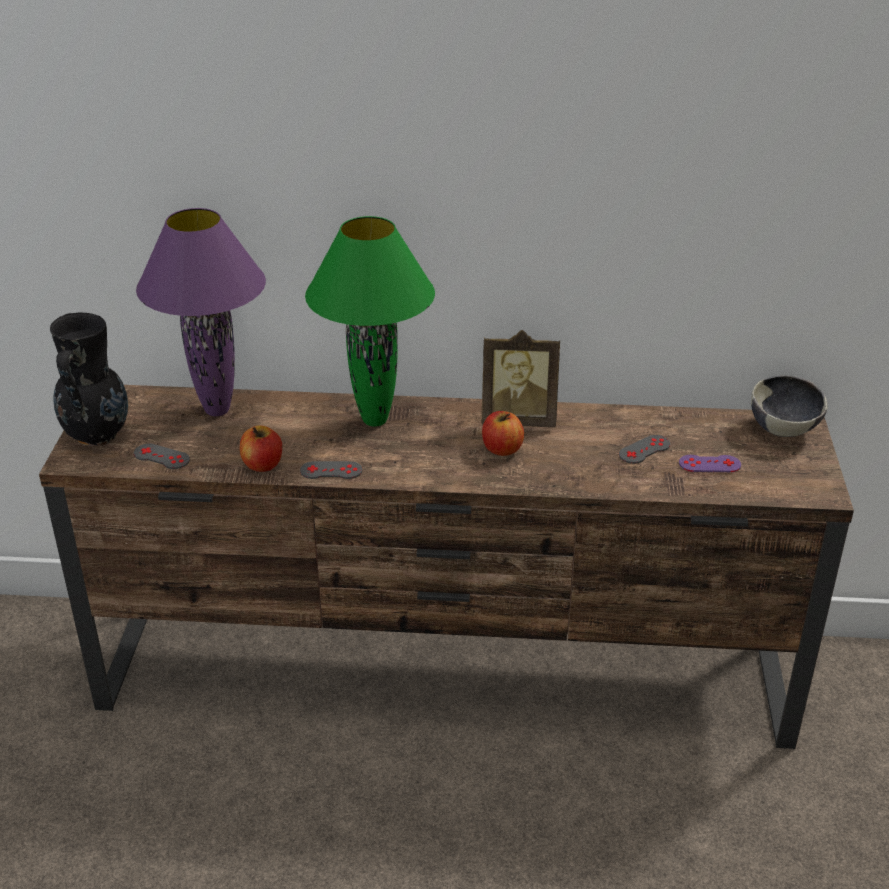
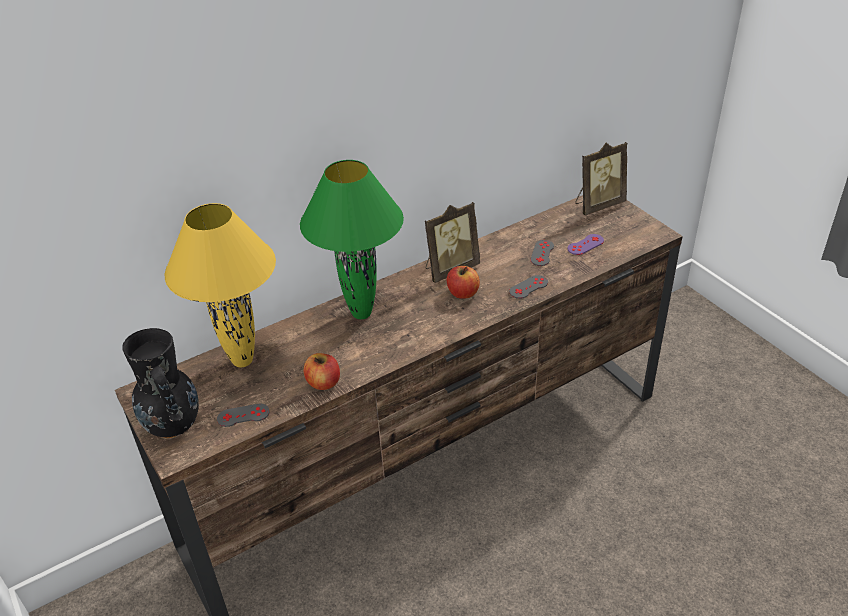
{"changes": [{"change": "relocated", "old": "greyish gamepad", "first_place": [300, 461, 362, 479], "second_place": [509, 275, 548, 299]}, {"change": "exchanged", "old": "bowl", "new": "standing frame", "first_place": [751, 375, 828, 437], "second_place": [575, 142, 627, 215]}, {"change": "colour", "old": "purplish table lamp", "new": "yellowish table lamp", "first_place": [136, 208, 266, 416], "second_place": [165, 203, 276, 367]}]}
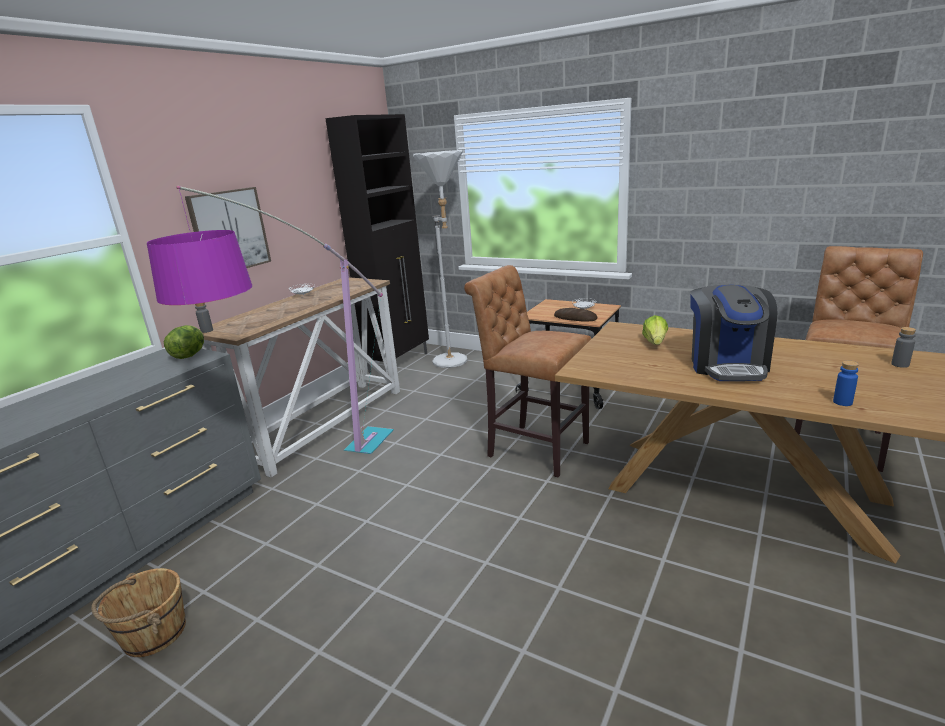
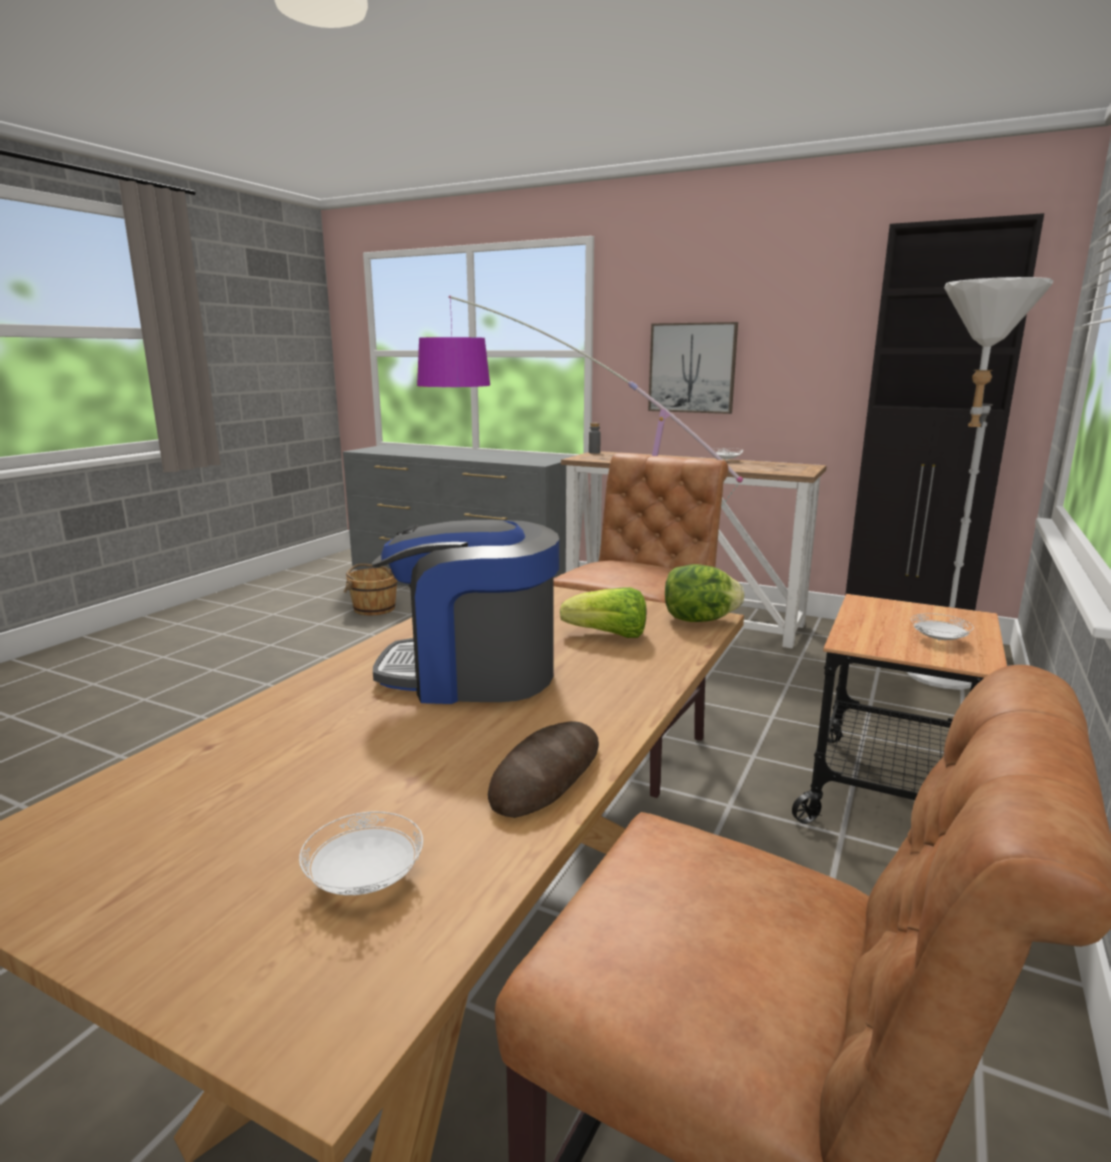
{"changes": [{"change": "missing", "old": "blue-coloured bottle", "first_place": [833, 361, 859, 406]}, {"change": "relocated", "old": "head of lettuce", "first_place": [164, 325, 204, 359], "second_place": [665, 564, 744, 622]}, {"change": "relocated", "old": "bread", "first_place": [554, 308, 598, 322], "second_place": [488, 721, 599, 818]}, {"change": "exchanged", "old": "greyish bottle", "new": "whitish plate", "first_place": [891, 327, 916, 368], "second_place": [299, 812, 423, 895]}]}
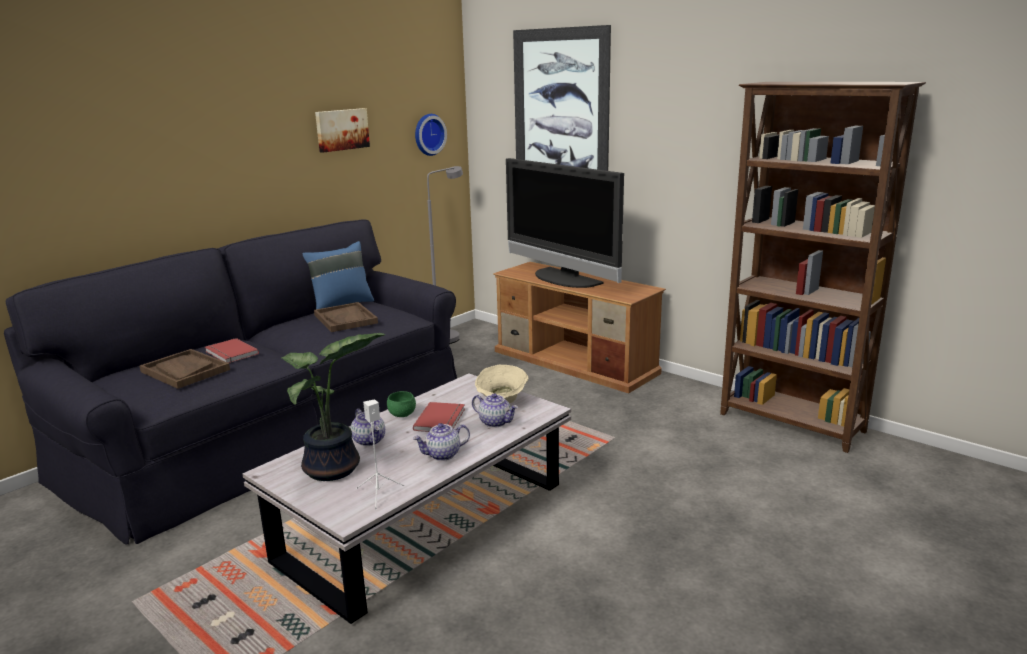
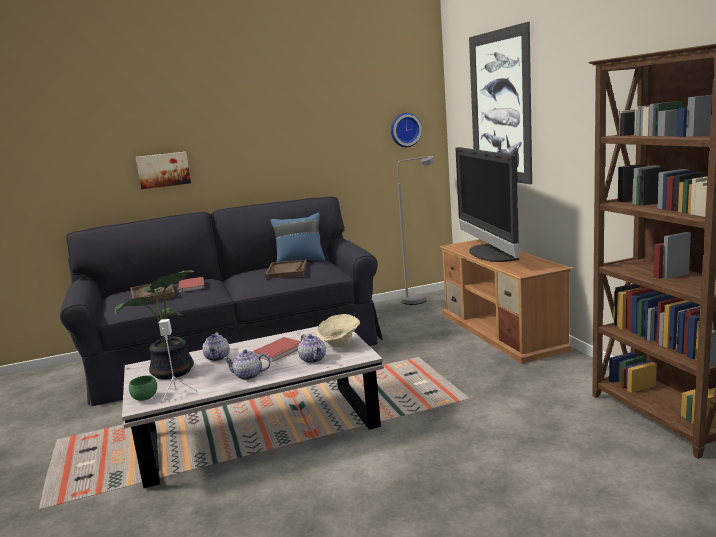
{"changes": [{"change": "relocated", "old": "picture", "first_place": [315, 108, 370, 153], "second_place": [136, 152, 191, 189]}, {"change": "relocated", "old": "greenish bowl", "first_place": [387, 391, 416, 417], "second_place": [129, 375, 157, 401]}]}
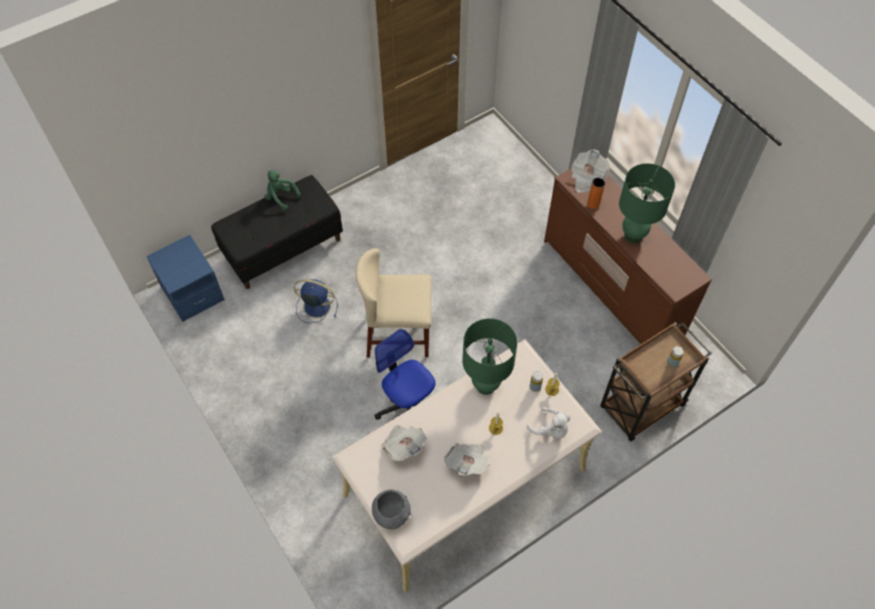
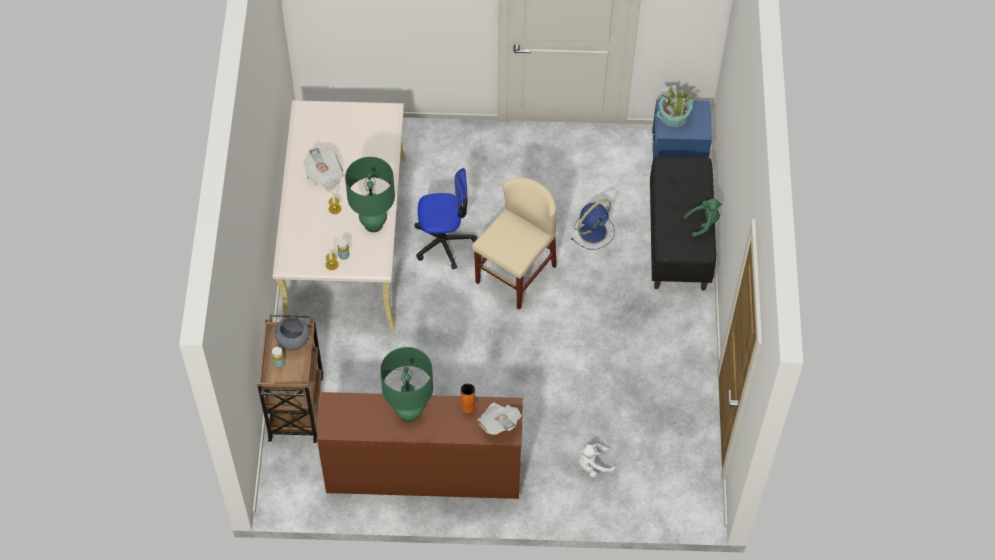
{"changes": [{"change": "missing", "old": "printed paper", "first_place": [381, 425, 427, 461]}, {"change": "appeared", "new": "houseplant", "second_place": [657, 85, 697, 127]}, {"change": "relocated", "old": "greyish bowl", "first_place": [372, 490, 411, 529], "second_place": [273, 317, 310, 350]}, {"change": "relocated", "old": "whitish soft toy", "first_place": [527, 407, 570, 439], "second_place": [579, 444, 615, 478]}]}
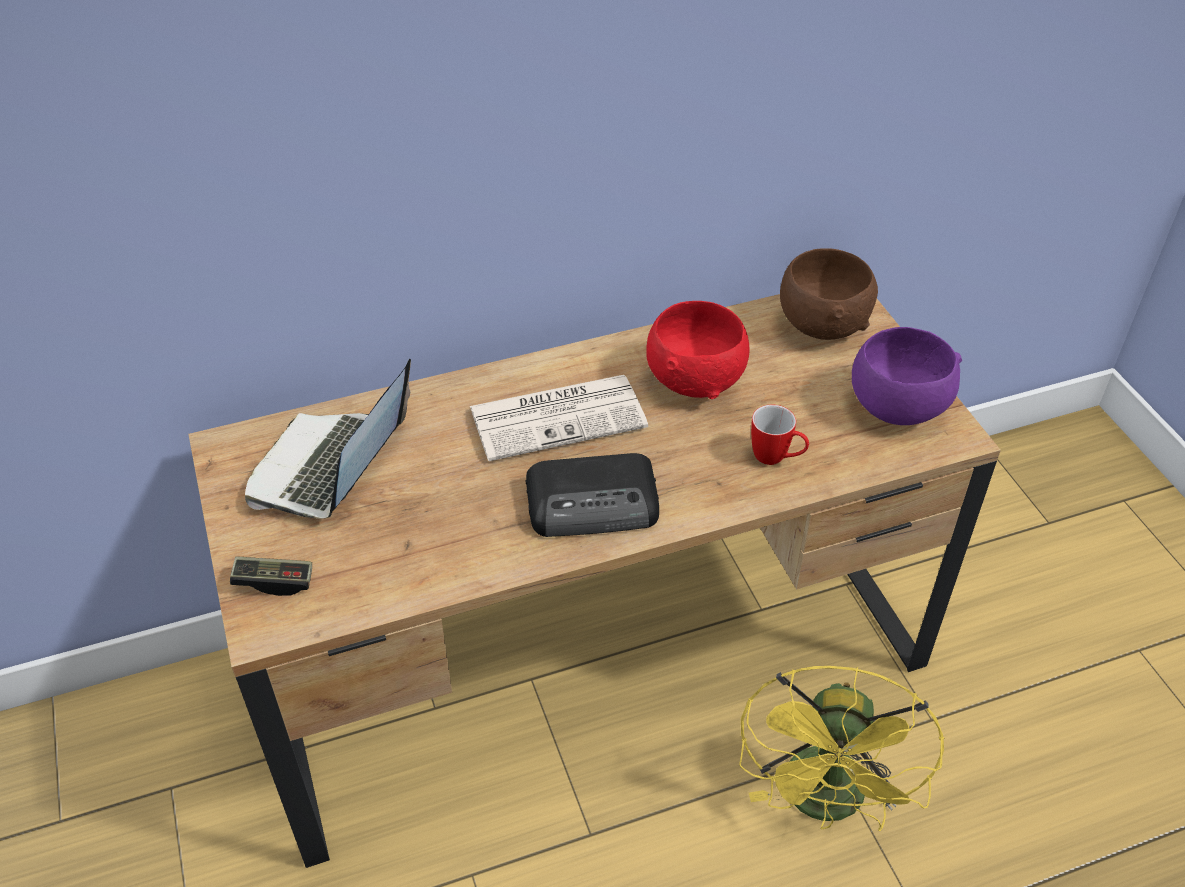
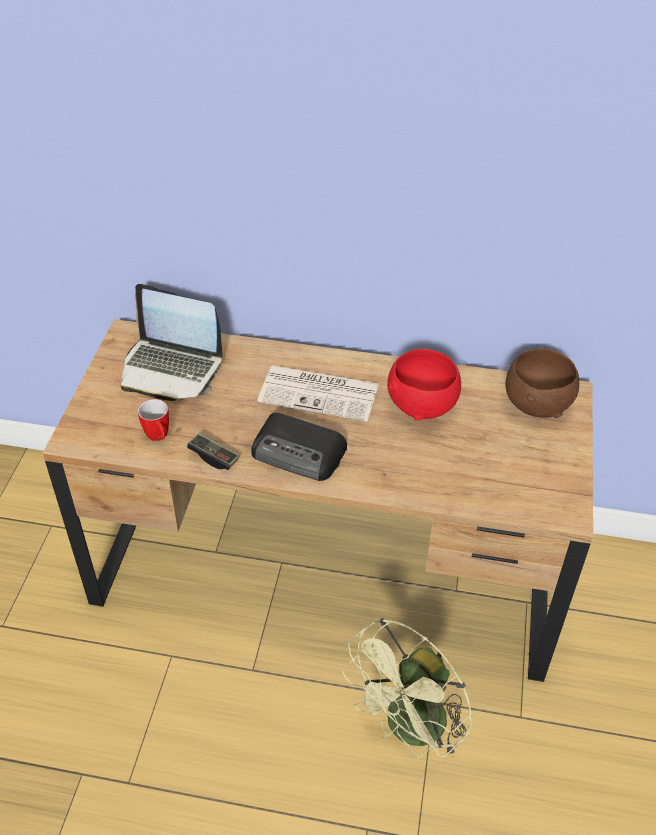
{"changes": [{"change": "missing", "old": "purplish bowl", "first_place": [852, 327, 962, 425]}, {"change": "relocated", "old": "gamepad", "first_place": [230, 556, 312, 596], "second_place": [187, 433, 240, 470]}, {"change": "relocated", "old": "mug", "first_place": [751, 405, 809, 465], "second_place": [138, 399, 169, 441]}, {"change": "colour", "old": "yellowish electric fan", "new": "greenish electric fan", "first_place": [739, 666, 944, 831], "second_place": [342, 618, 472, 759]}, {"change": "spun", "old": "notebook computer", "first_place": [245, 359, 411, 519], "second_place": [121, 284, 223, 401], "degrees": -120}]}
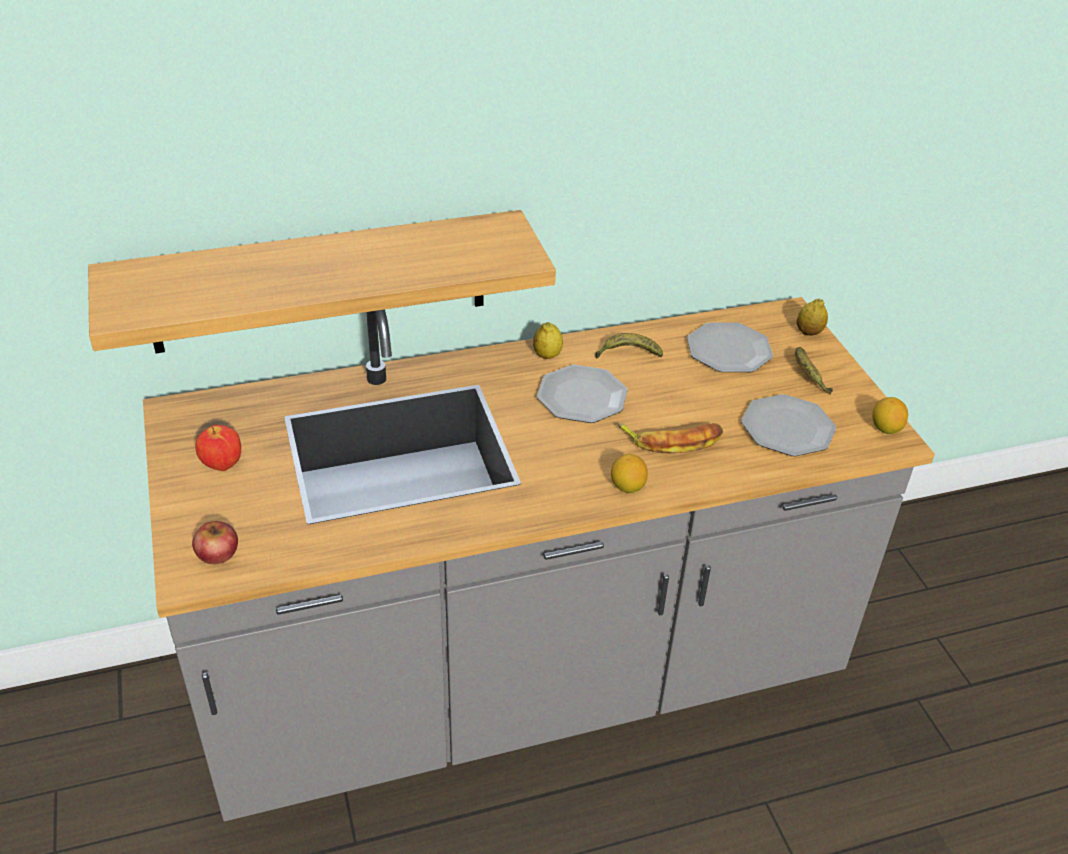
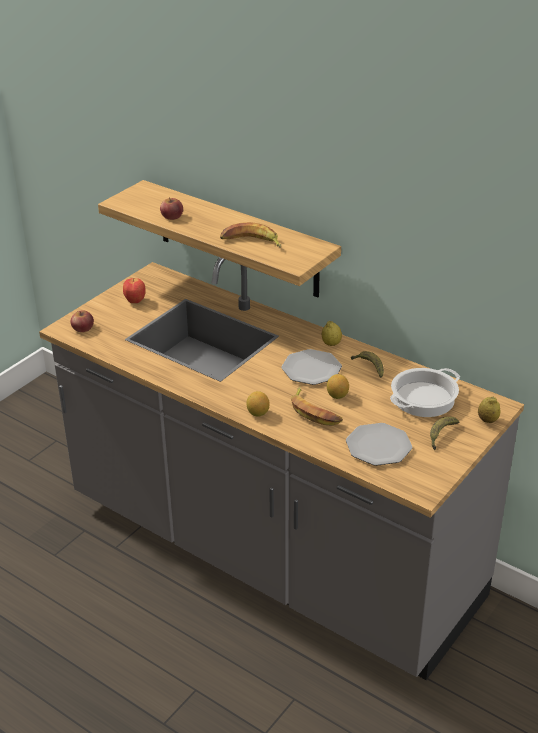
{"changes": [{"change": "appeared", "new": "whole apple", "second_place": [160, 198, 183, 220]}, {"change": "appeared", "new": "banana fruit", "second_place": [220, 222, 281, 248]}, {"change": "relocated", "old": "whole lemon", "first_place": [872, 397, 908, 434], "second_place": [327, 374, 349, 399]}, {"change": "exchanged", "old": "plate", "new": "cooking pot", "first_place": [687, 322, 773, 372], "second_place": [390, 368, 460, 417]}]}
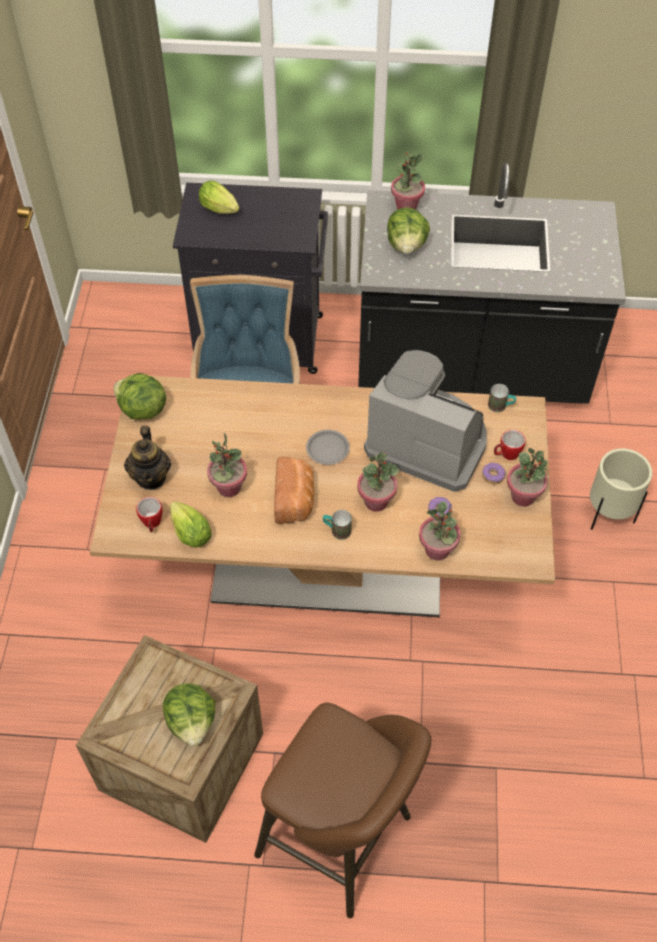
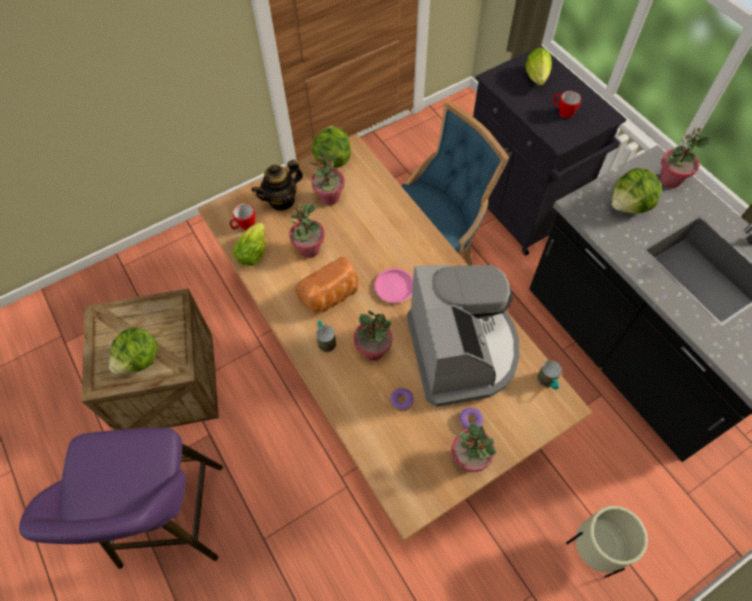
{"changes": [{"change": "relocated", "old": "houseplant", "first_place": [419, 501, 461, 561], "second_place": [310, 149, 345, 205]}, {"change": "relocated", "old": "mug", "first_place": [494, 430, 526, 460], "second_place": [553, 91, 581, 118]}, {"change": "colour", "old": "brown sitting stool", "new": "purplish sitting stool", "first_place": [254, 702, 431, 918], "second_place": [19, 427, 223, 569]}, {"change": "colour", "old": "greyish plate", "new": "pink plate", "first_place": [306, 430, 350, 465], "second_place": [374, 268, 413, 303]}]}
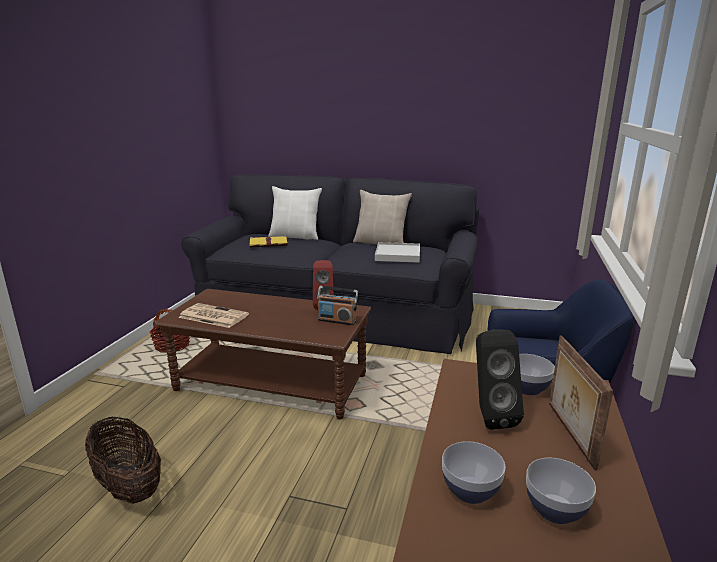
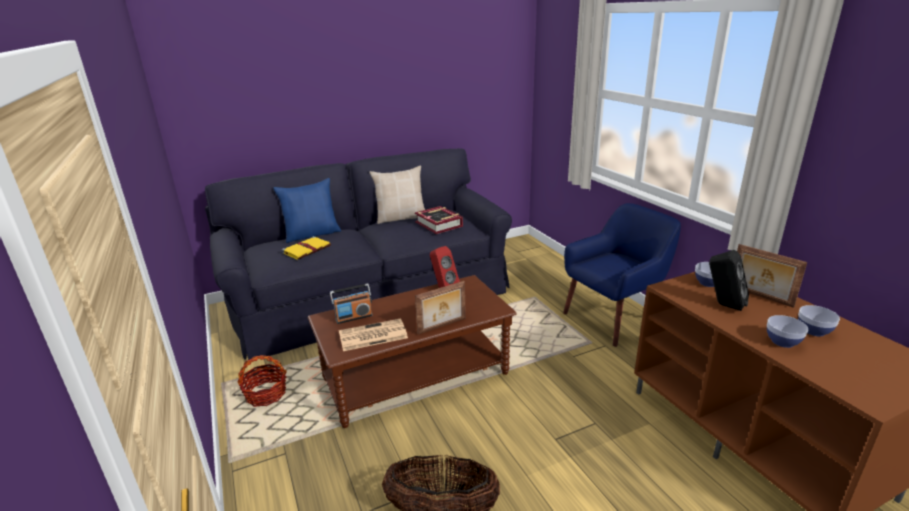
{"changes": [{"change": "appeared", "new": "standing frame", "second_place": [415, 281, 466, 335]}, {"change": "relocated", "old": "radio", "first_place": [317, 286, 358, 325], "second_place": [330, 283, 373, 324]}, {"change": "exchanged", "old": "whitish carrying tray", "new": "bound book", "first_place": [375, 242, 420, 263], "second_place": [415, 206, 463, 234]}, {"change": "colour", "old": "whitish throw pillow", "new": "blue-coloured throw pillow", "first_place": [268, 186, 322, 240], "second_place": [273, 178, 341, 243]}]}
